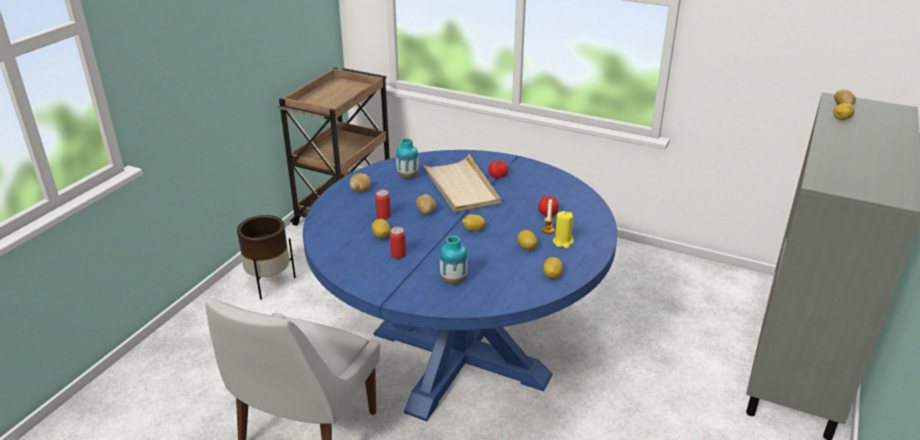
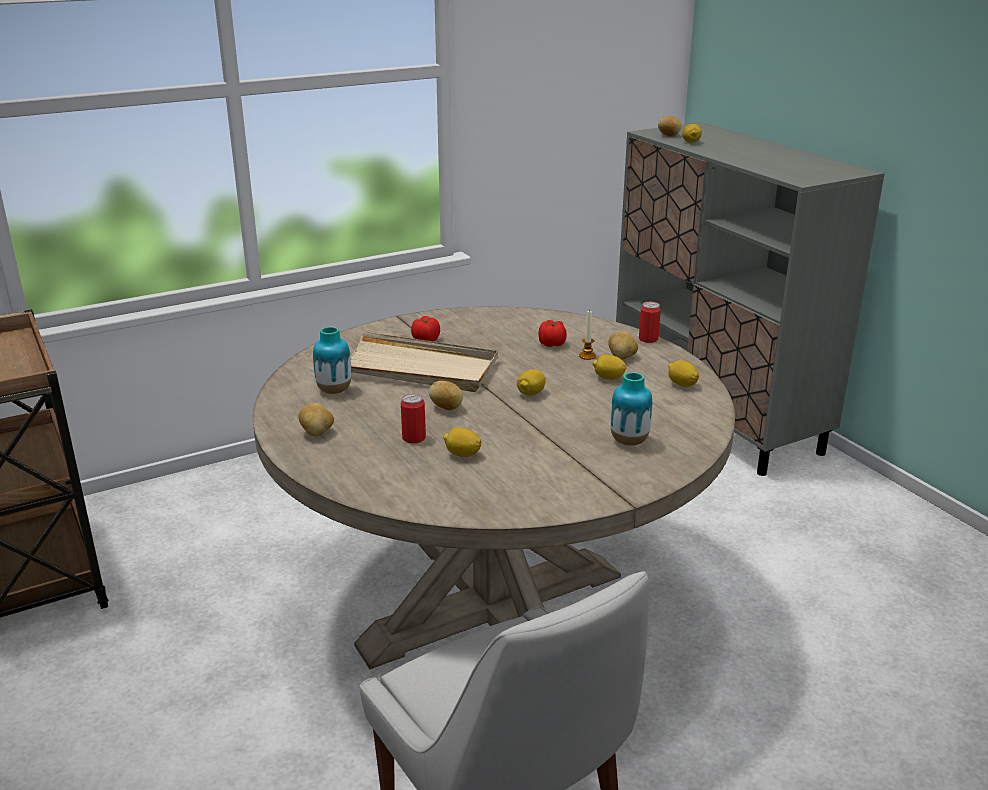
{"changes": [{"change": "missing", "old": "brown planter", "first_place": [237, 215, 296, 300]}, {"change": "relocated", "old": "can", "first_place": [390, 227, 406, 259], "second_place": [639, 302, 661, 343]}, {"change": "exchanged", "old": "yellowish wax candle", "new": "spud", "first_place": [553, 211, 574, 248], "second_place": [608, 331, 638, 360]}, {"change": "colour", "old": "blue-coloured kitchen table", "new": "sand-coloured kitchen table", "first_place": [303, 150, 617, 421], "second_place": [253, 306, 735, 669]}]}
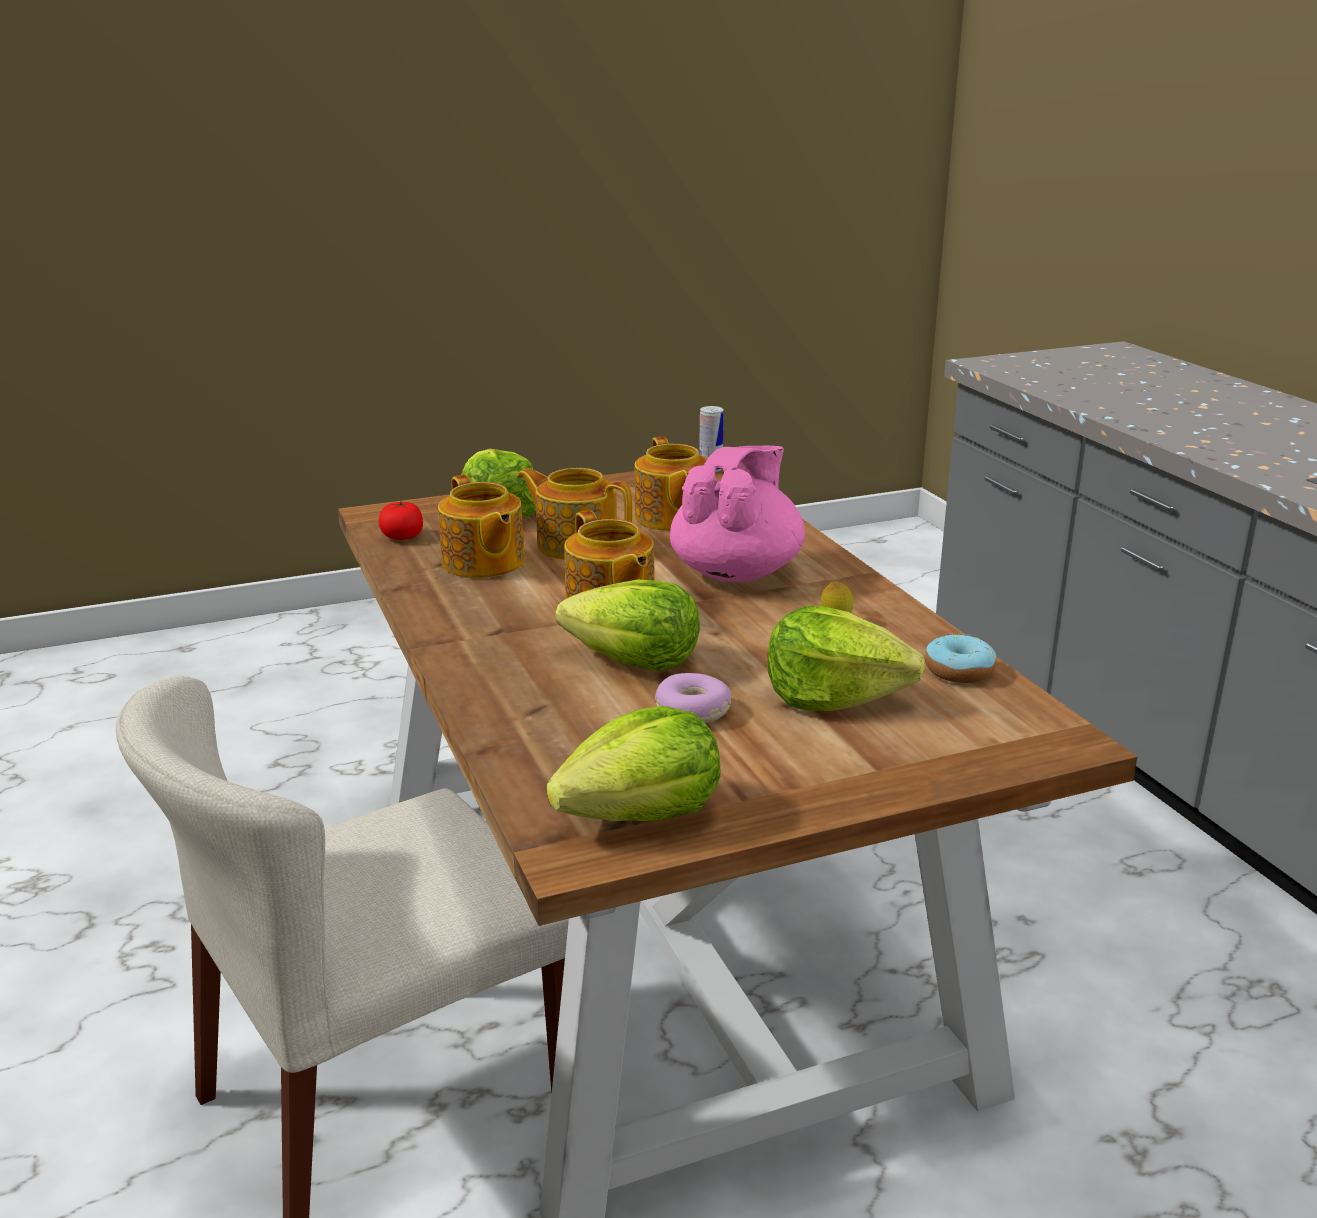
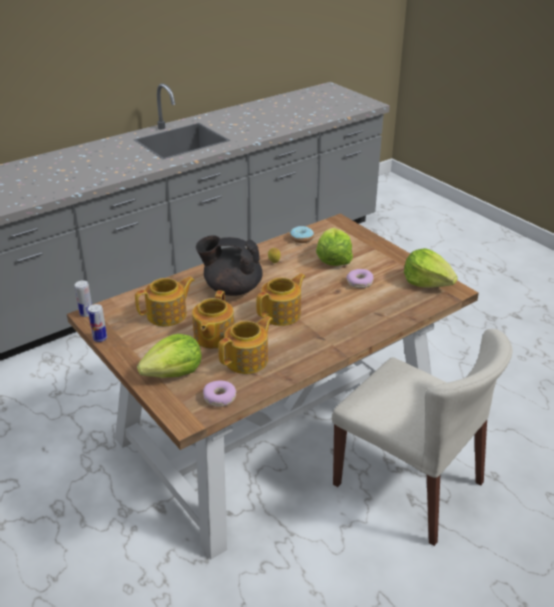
{"changes": [{"change": "missing", "old": "head of lettuce", "first_place": [556, 580, 700, 671]}, {"change": "appeared", "new": "can", "second_place": [88, 304, 107, 342]}, {"change": "exchanged", "old": "fresh tomato", "new": "donut", "first_place": [378, 501, 423, 540], "second_place": [203, 380, 237, 407]}, {"change": "colour", "old": "pink pot for tea", "new": "blackish pot for tea", "first_place": [670, 446, 805, 582], "second_place": [196, 235, 262, 296]}]}
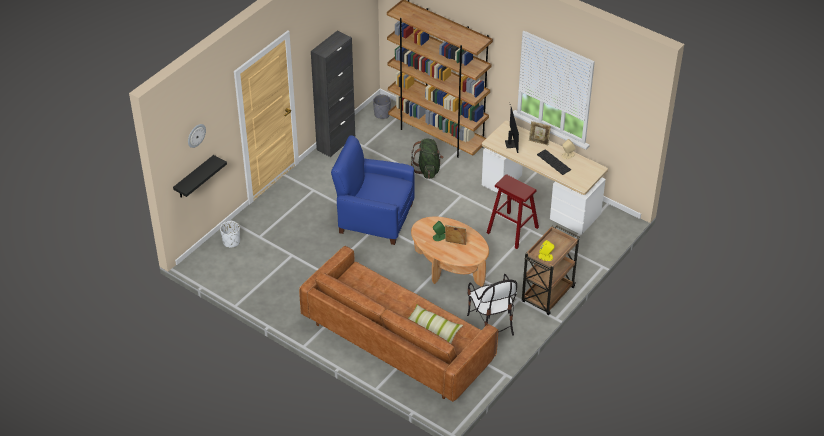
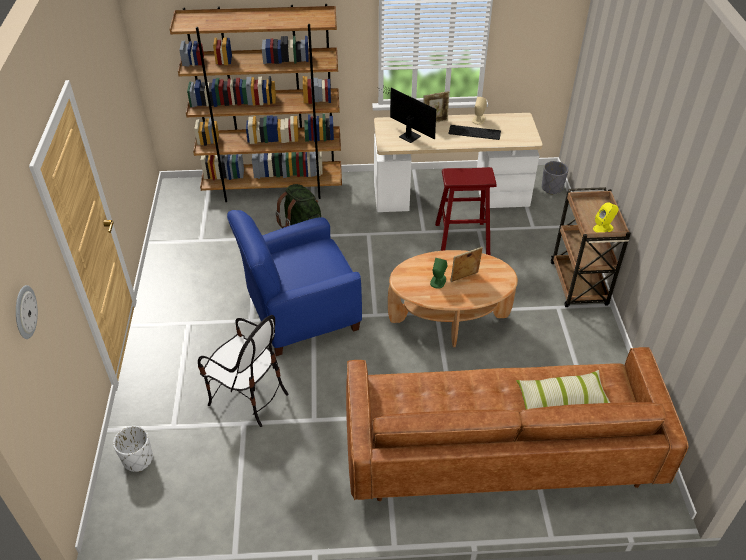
{"changes": [{"change": "missing", "old": "blackish shelf", "first_place": [173, 155, 227, 198]}, {"change": "missing", "old": "blackish cupboard", "first_place": [311, 31, 355, 157]}, {"change": "relocated", "old": "greyish planter", "first_place": [373, 95, 391, 119], "second_place": [542, 161, 568, 195]}, {"change": "relocated", "old": "plain chair", "first_place": [467, 274, 517, 336], "second_place": [198, 315, 289, 427]}]}
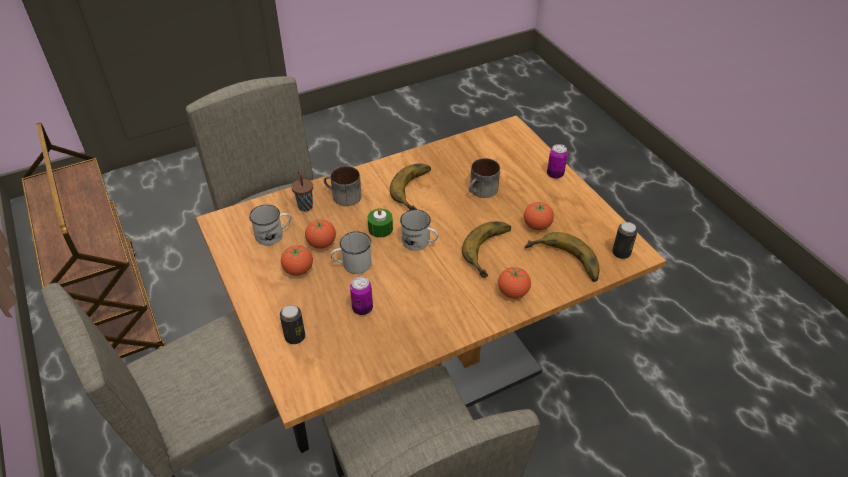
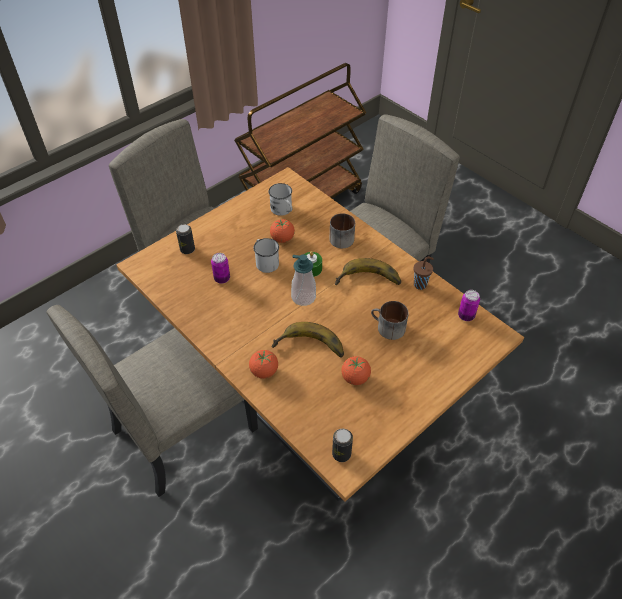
{"changes": [{"change": "missing", "old": "fresh tomato", "first_place": [281, 245, 313, 276]}, {"change": "missing", "old": "banana fruit", "first_place": [524, 232, 599, 282]}, {"change": "relocated", "old": "brown cup", "first_place": [292, 171, 313, 211], "second_place": [414, 256, 434, 290]}, {"change": "relocated", "old": "can", "first_place": [547, 144, 568, 179], "second_place": [458, 290, 480, 321]}, {"change": "exchanged", "old": "whitish mug", "new": "soap dispenser", "first_place": [400, 209, 439, 251], "second_place": [291, 254, 316, 306]}]}
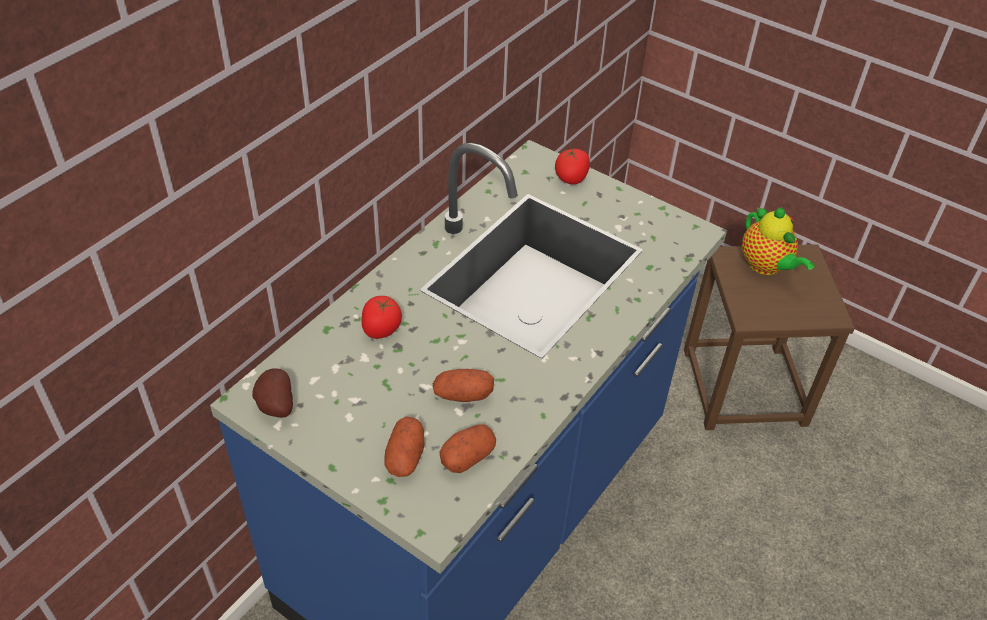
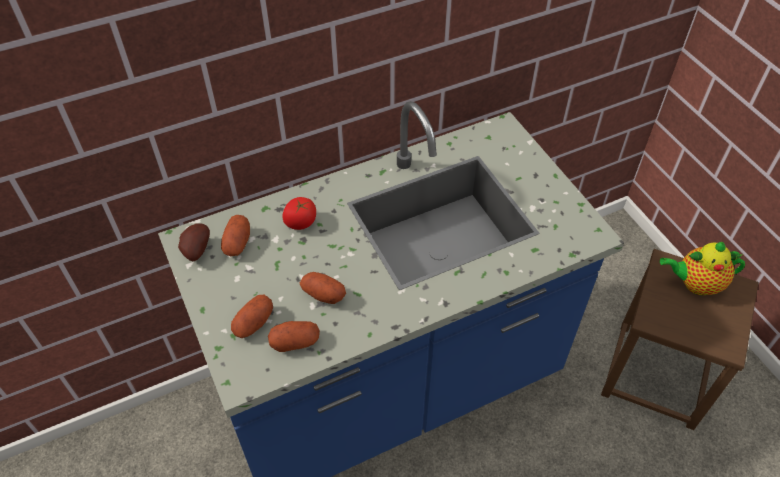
{"changes": [{"change": "missing", "old": "fresh tomato", "first_place": [555, 148, 590, 184]}, {"change": "appeared", "new": "spud", "second_place": [221, 215, 250, 256]}, {"change": "spun", "old": "pot for tea", "first_place": [742, 207, 814, 275], "second_place": [660, 241, 745, 296], "degrees": 90}]}
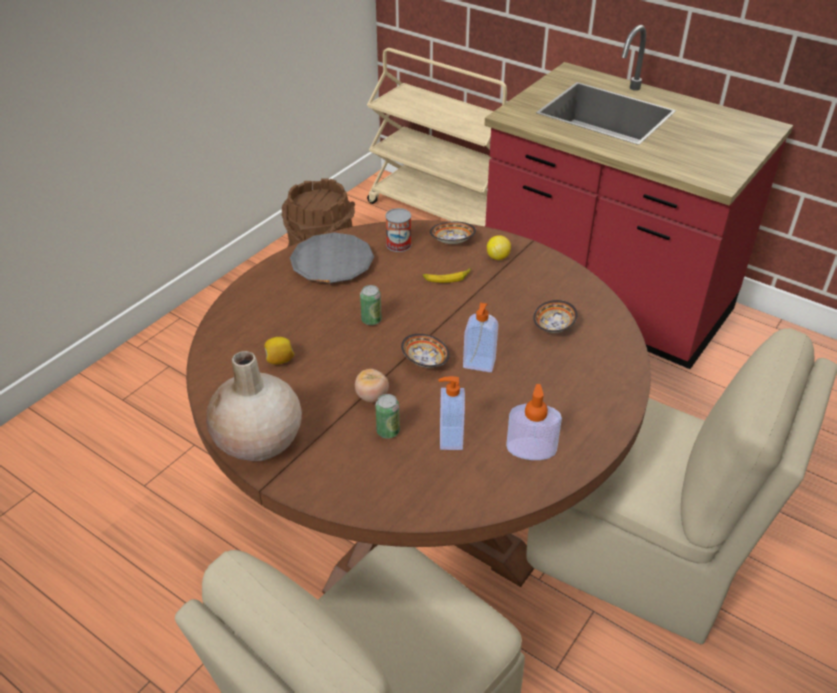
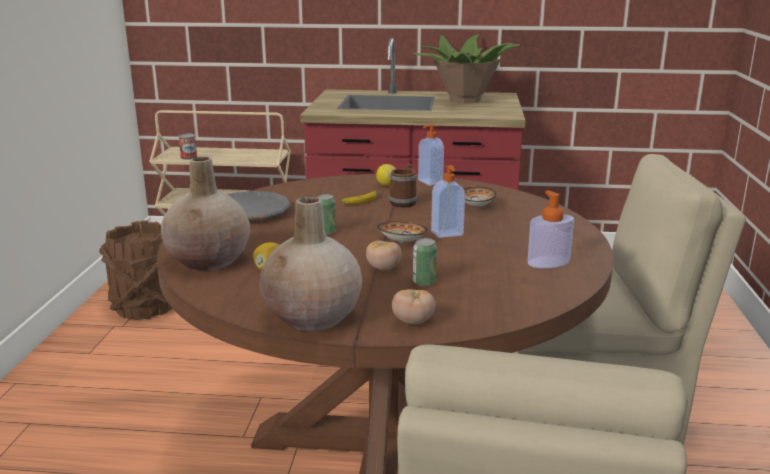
{"changes": [{"change": "missing", "old": "bowl", "first_place": [430, 222, 476, 244]}, {"change": "appeared", "new": "sand-coloured flower vase", "second_place": [161, 157, 250, 271]}, {"change": "appeared", "new": "mug", "second_place": [389, 164, 417, 207]}, {"change": "appeared", "new": "fresh tomato", "second_place": [392, 289, 435, 324]}, {"change": "appeared", "new": "houseplant", "second_place": [410, 34, 520, 104]}, {"change": "relocated", "old": "can", "first_place": [385, 208, 411, 252], "second_place": [178, 134, 197, 160]}, {"change": "relocated", "old": "soap dispenser", "first_place": [439, 376, 465, 450], "second_place": [418, 124, 444, 186]}]}
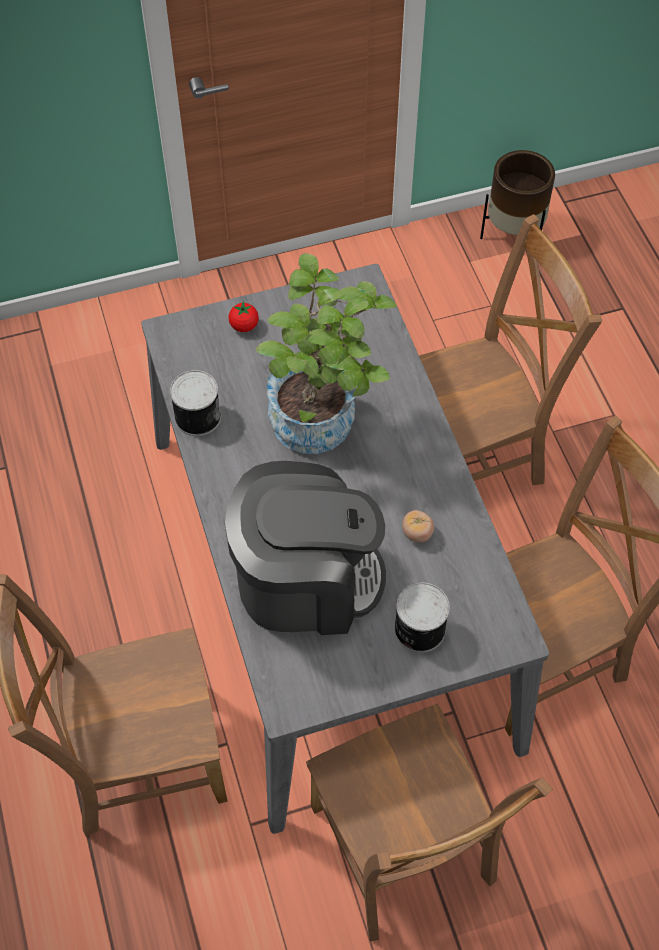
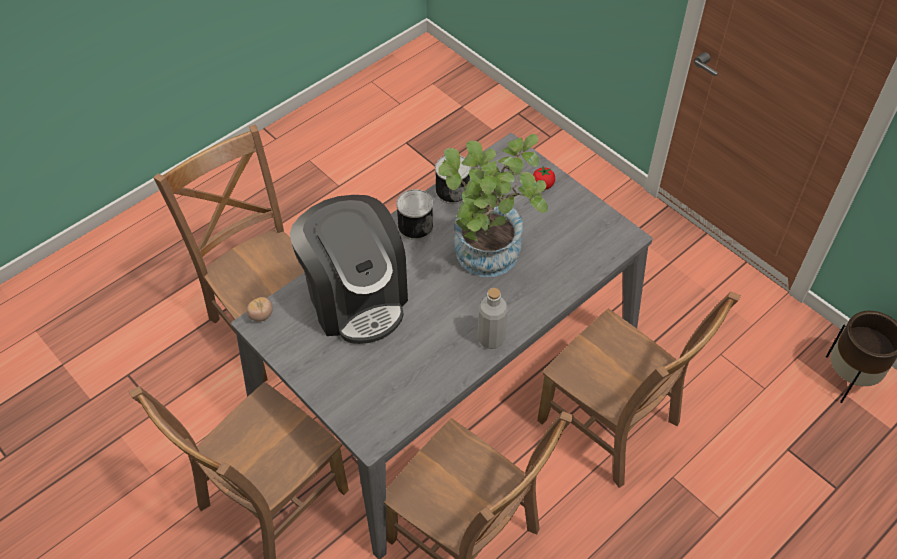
{"changes": [{"change": "appeared", "new": "greyish bottle", "second_place": [478, 288, 508, 349]}, {"change": "relocated", "old": "can", "first_place": [394, 583, 450, 653], "second_place": [396, 189, 433, 240]}, {"change": "relocated", "old": "fresh tomato", "first_place": [402, 510, 434, 543], "second_place": [247, 297, 273, 321]}]}
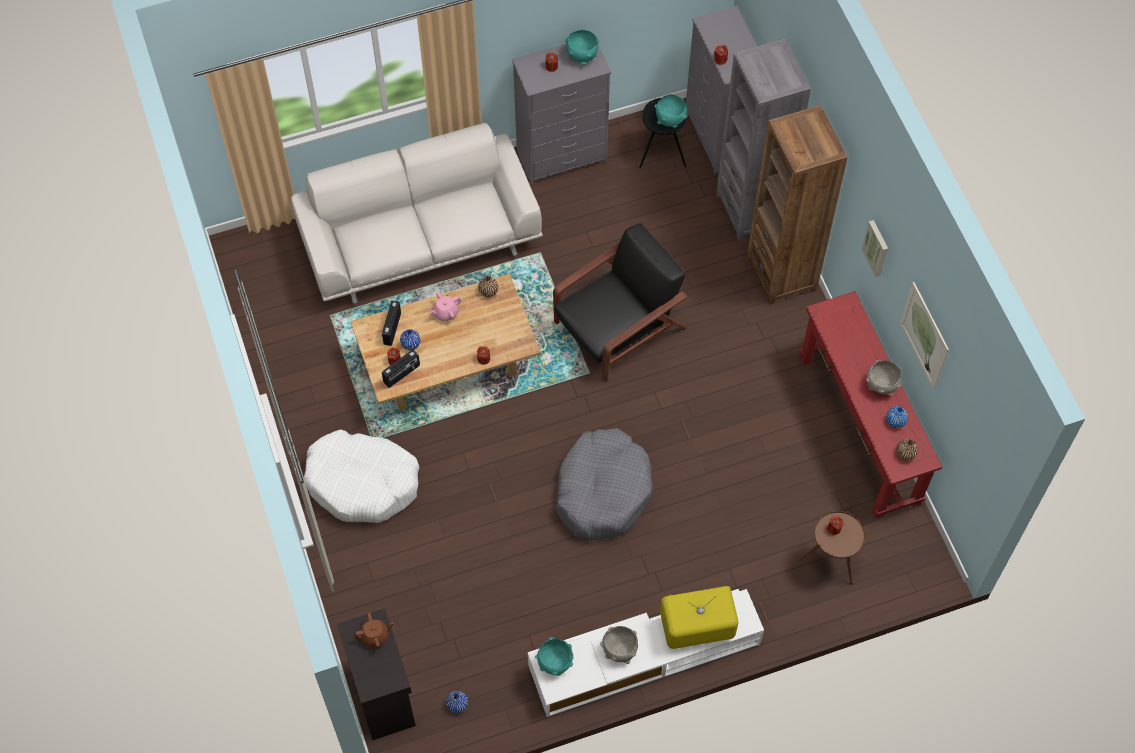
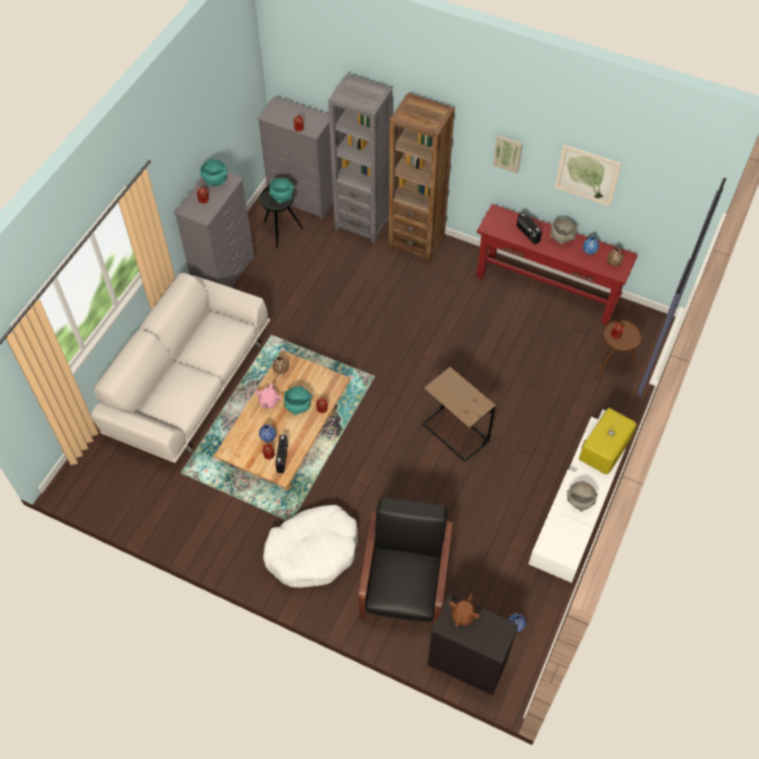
{"changes": [{"change": "relocated", "old": "radio", "first_place": [382, 301, 401, 346], "second_place": [517, 212, 542, 244]}, {"change": "relocated", "old": "blue-green bowl", "first_place": [535, 637, 574, 676], "second_place": [284, 386, 312, 415]}, {"change": "relocated", "old": "blackish easy chair", "first_place": [553, 223, 687, 382], "second_place": [358, 498, 453, 625]}, {"change": "exchanged", "old": "greyish dog cushion", "new": "brown accent table", "first_place": [556, 428, 653, 540], "second_place": [422, 367, 496, 462]}]}
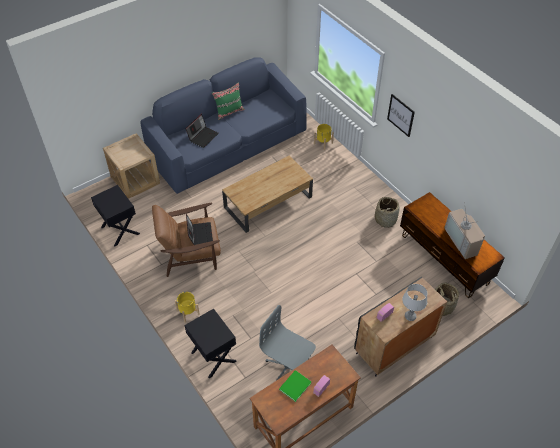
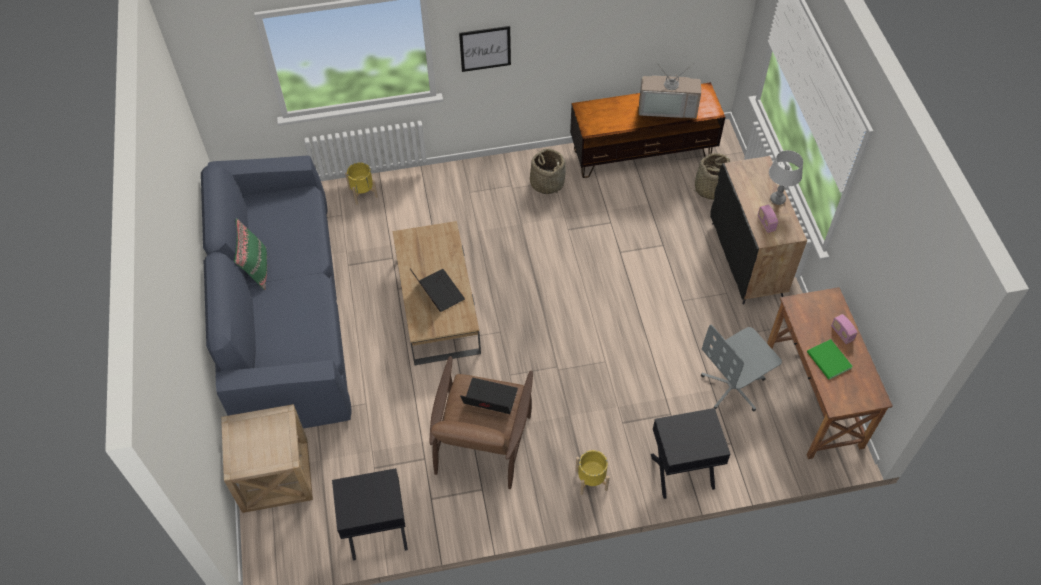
{"changes": [{"change": "relocated", "old": "notebook computer", "first_place": [185, 114, 219, 148], "second_place": [410, 269, 465, 312]}]}
